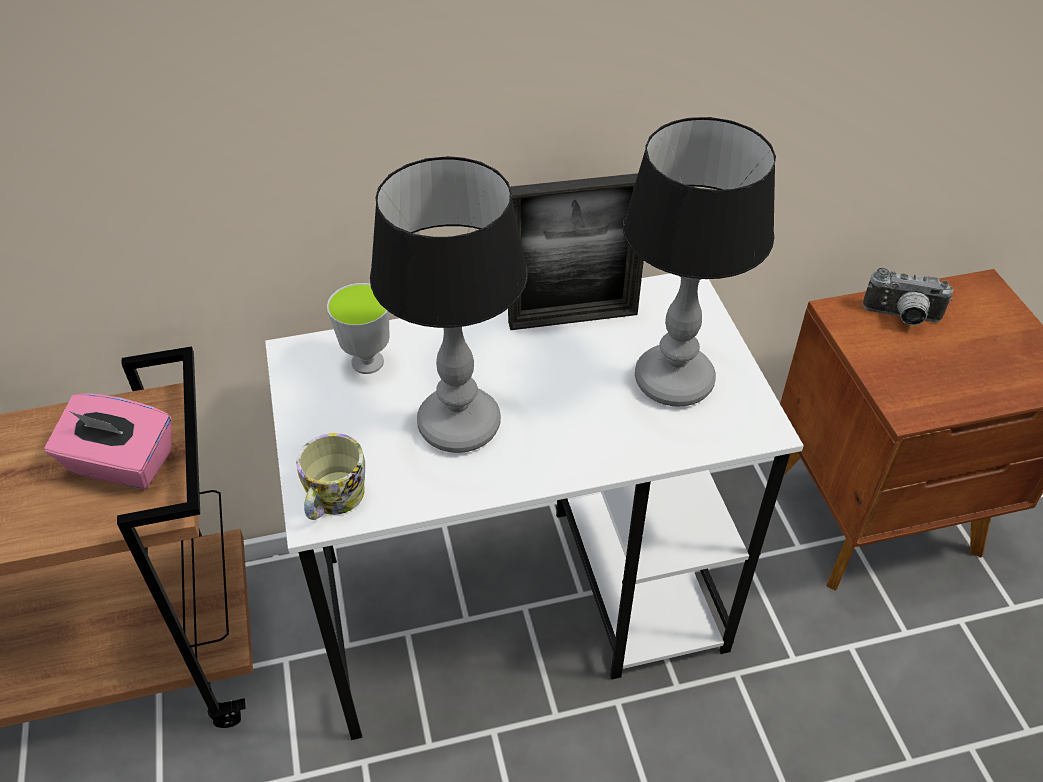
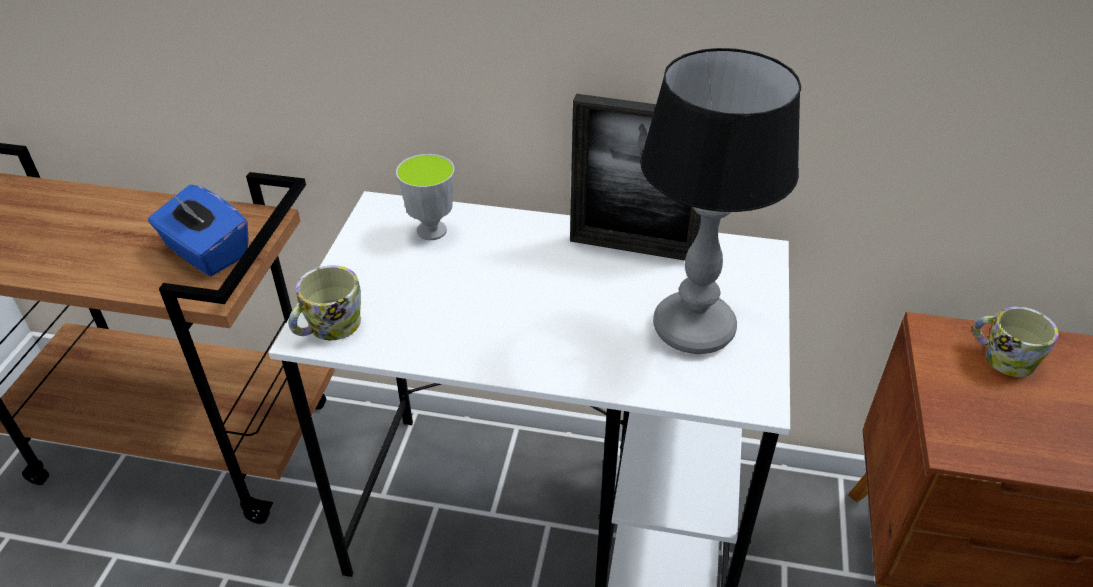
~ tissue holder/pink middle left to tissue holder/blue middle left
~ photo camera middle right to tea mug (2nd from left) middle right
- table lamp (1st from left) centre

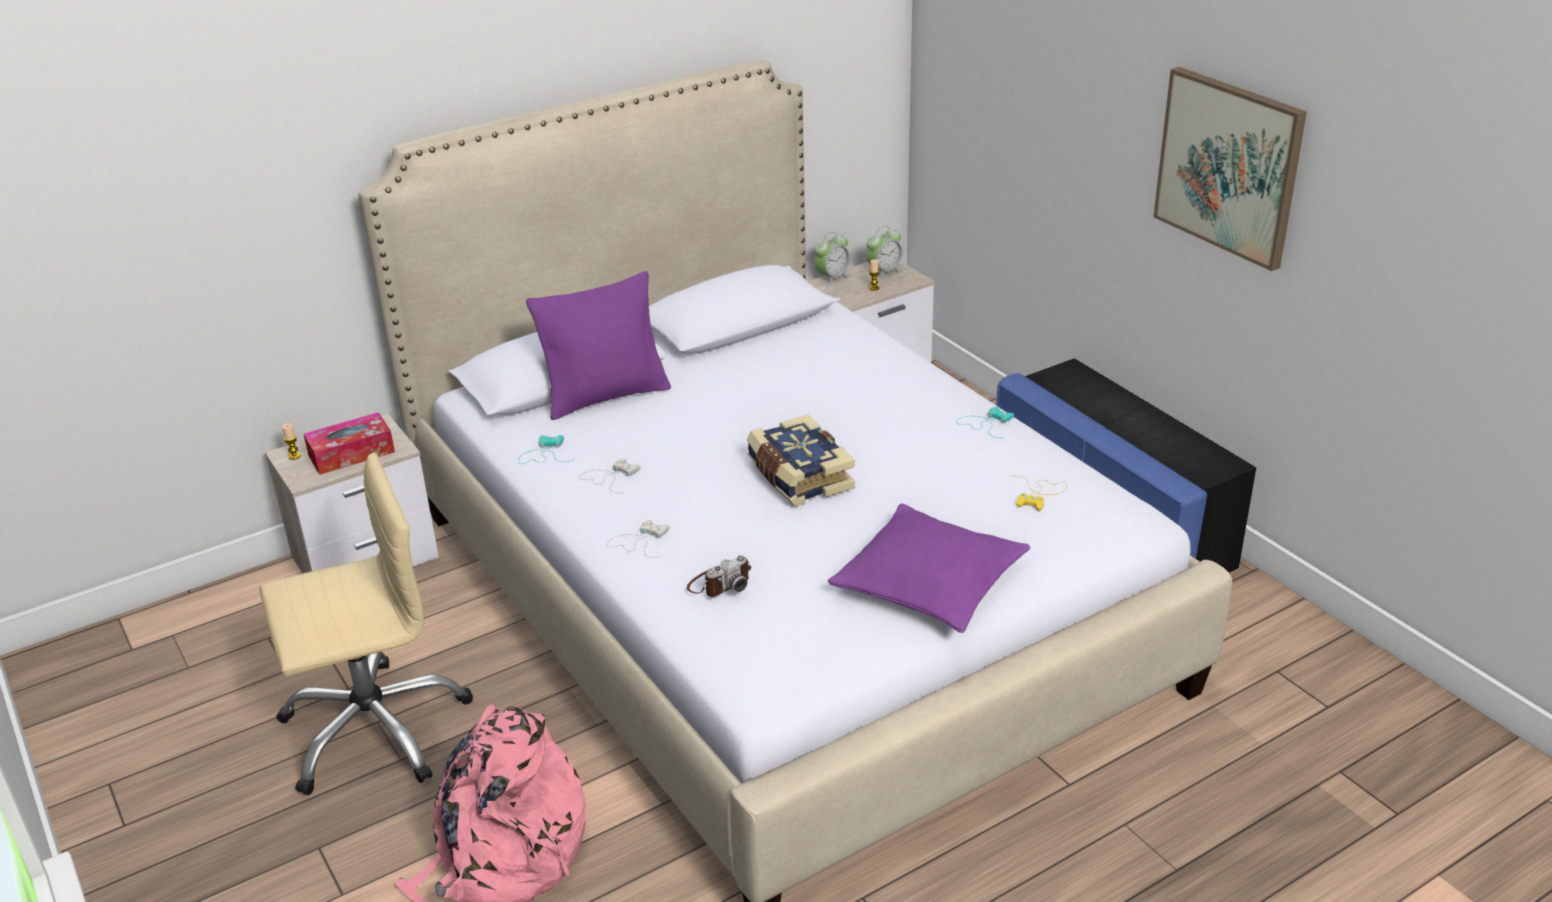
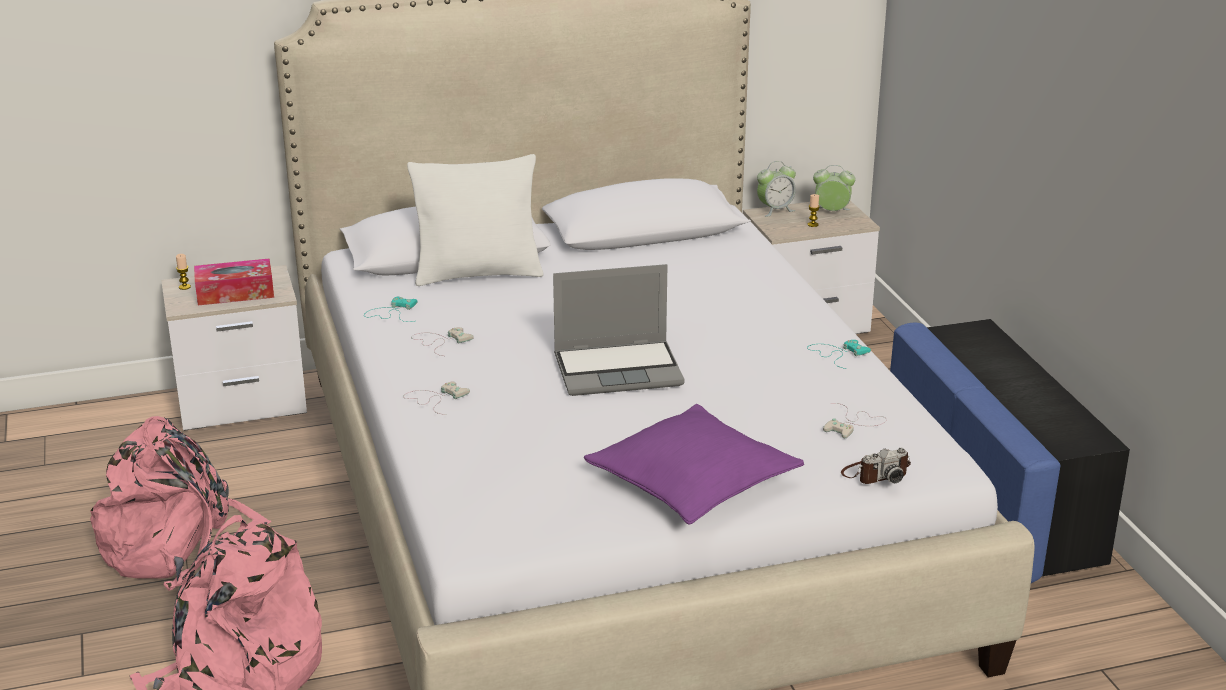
~ office chair/beige bottom left to rucksack/pink (1st from left) bottom left
~ throw pillow/purplish (1st from left) centre to throw pillow/white-coloured top centre
~ book centre to notebook computer centre
~ alarm clock (2nd from left) top centre = top right 150 degrees counterclockwise
~ joypad/yellowish middle right to joypad/white-coloured (3rd from left) middle right
~ photo camera centre to bottom right
- picture top right

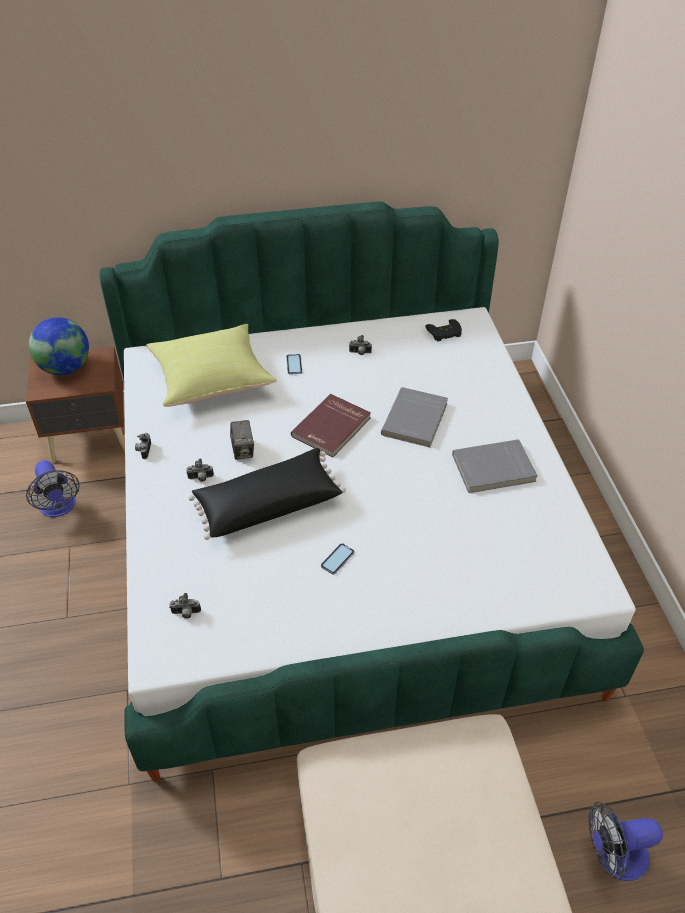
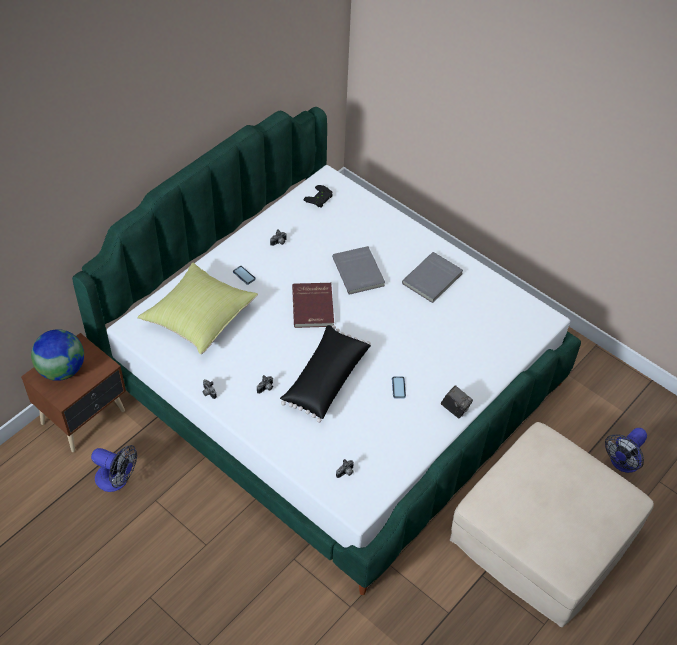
~ photo camera (4th from left in the first image) centre to photo camera (5th from left) middle right

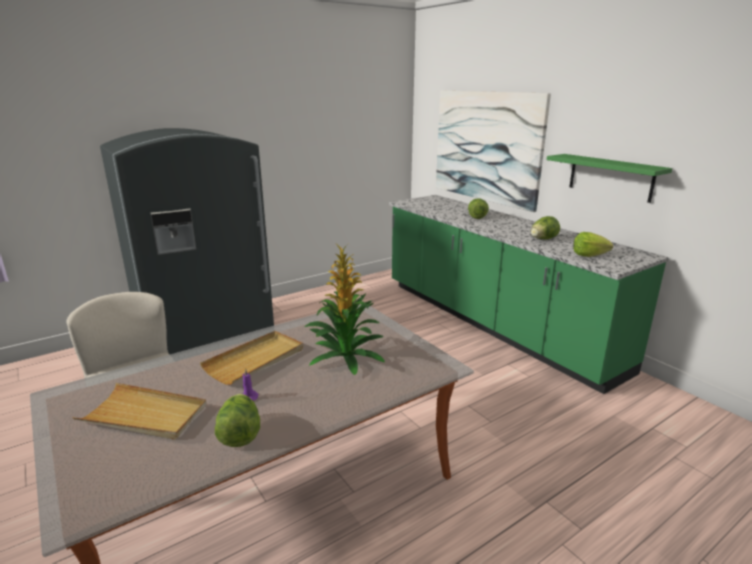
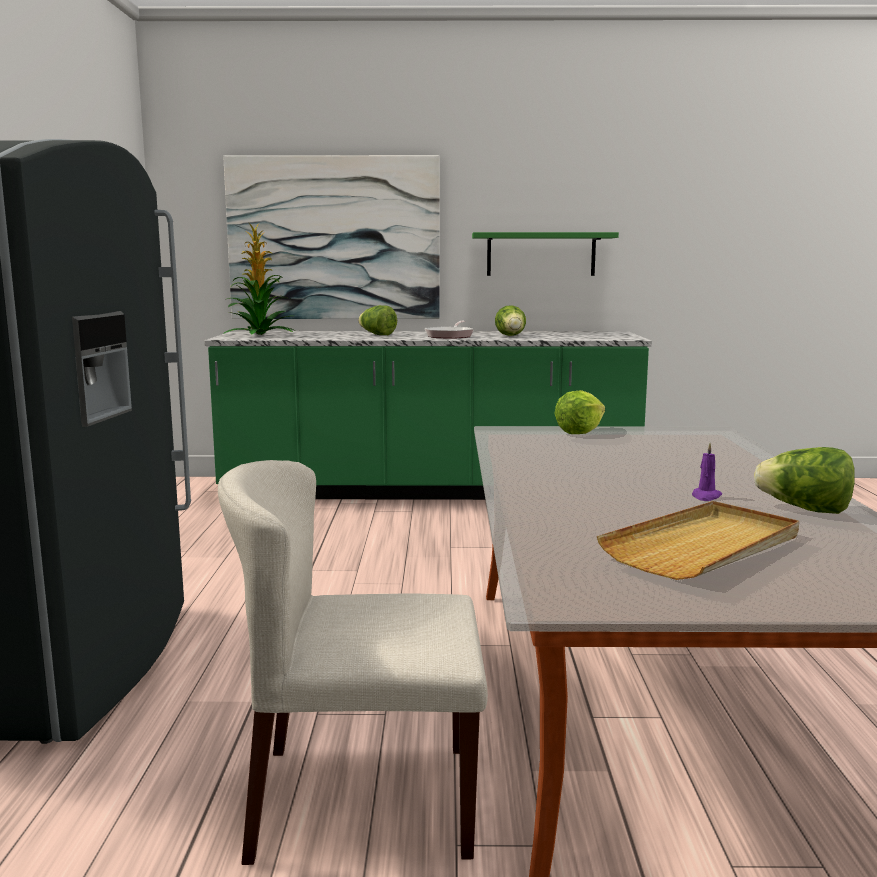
~ plant in a pot centre to top left
+ frying pan centre
~ lettuce head (4th from left in the first image) middle right to lettuce head (3rd from left) centre
- carrying tray/beige (2nd from left) centre

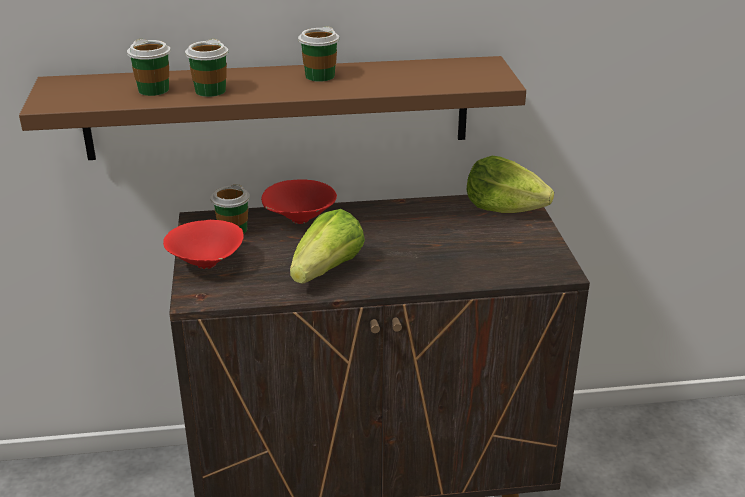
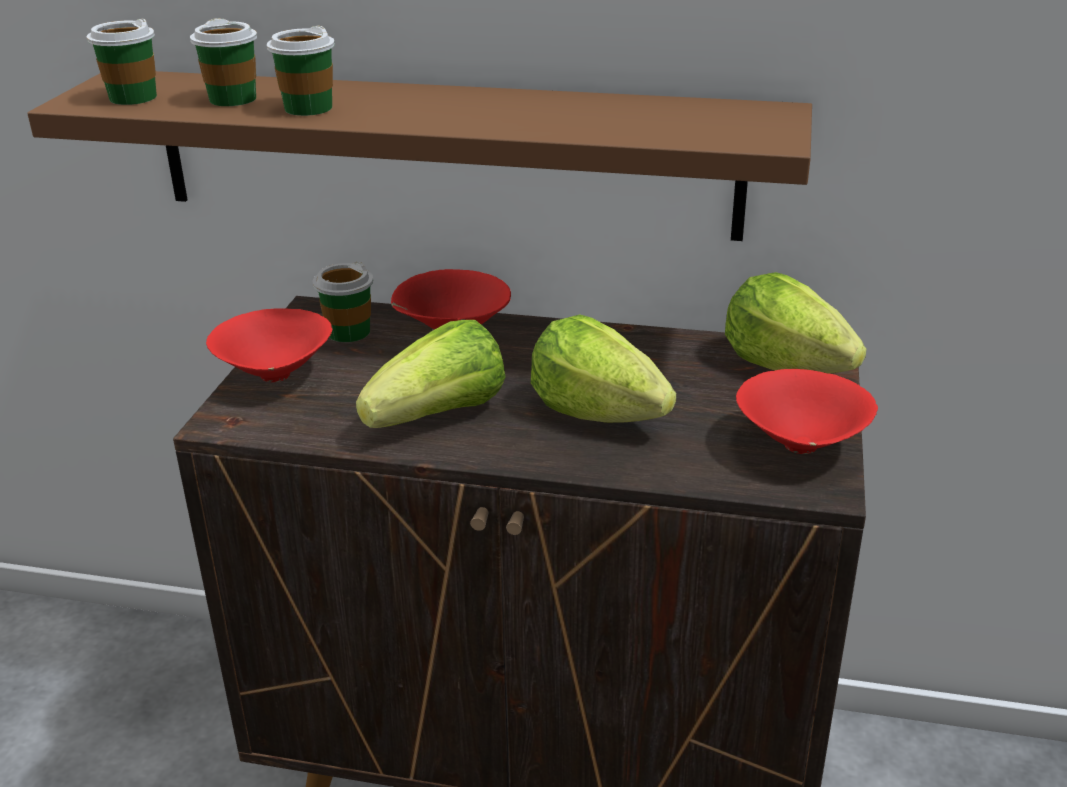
~ cup (4th from left in the first image) top centre to cup (1st from left) top left
+ lettuce head (2nd from left) centre
+ bowl/red-coloured (3rd from left) middle right

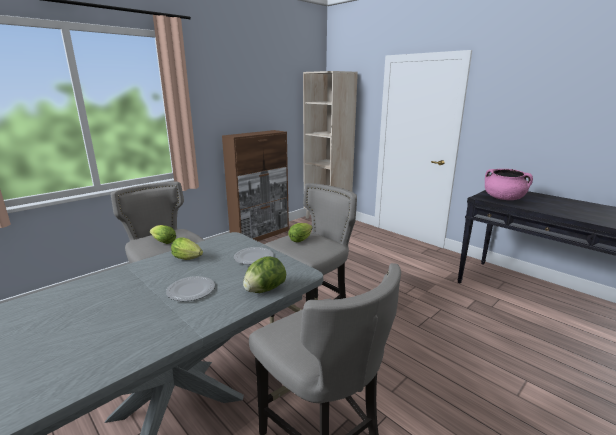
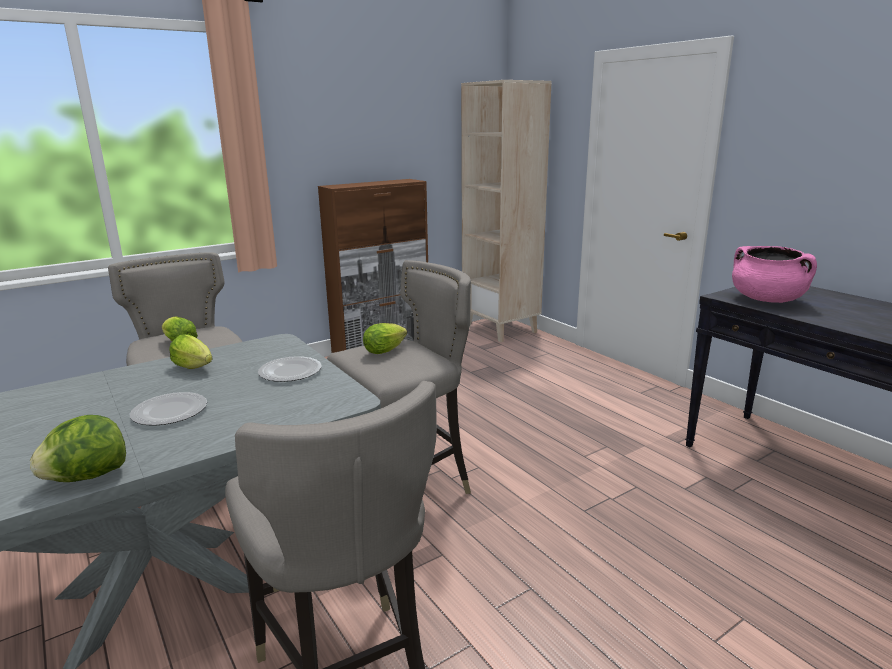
~ lettuce head (3rd from left in the first image) centre to lettuce head (1st from left) bottom left

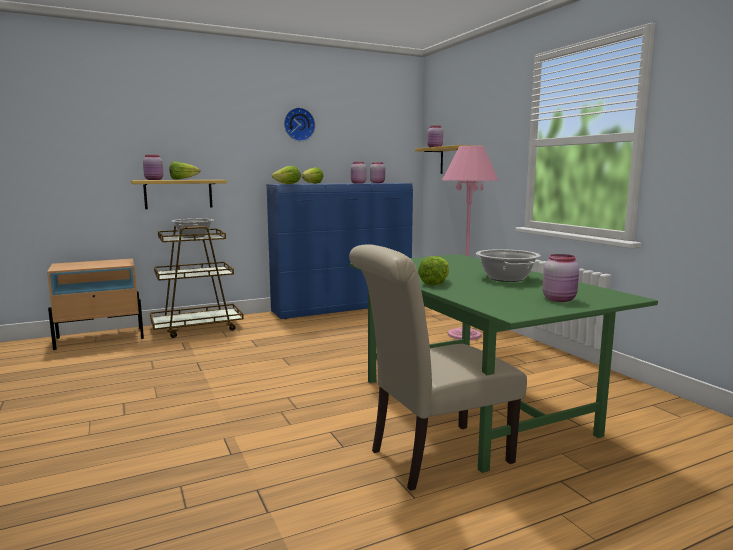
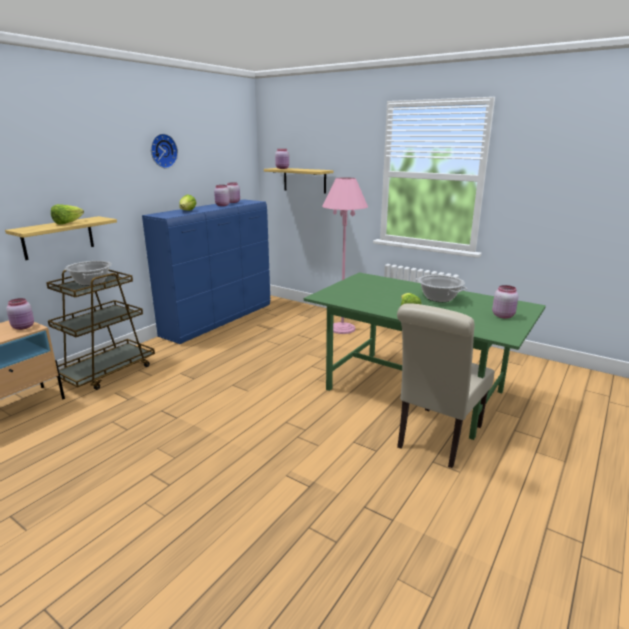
~ preserve jar/pink (1st from left) top left to middle left
- lettuce head (2nd from left) top centre

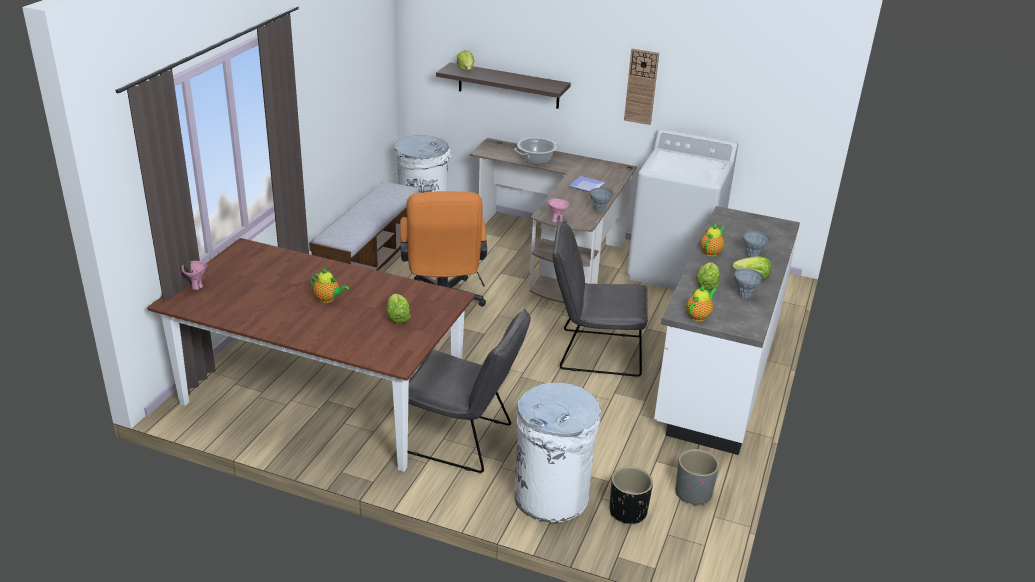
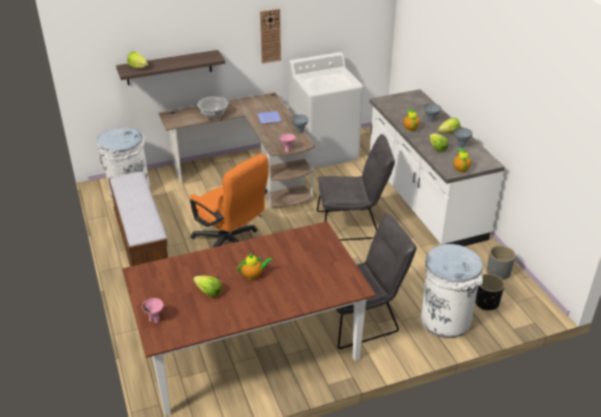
~ lettuce head (1st from left in the first image) centre to lettuce head (2nd from left) bottom centre
~ upright chair/grey (2nd from left in the first image) centre = centre 150 degrees counterclockwise

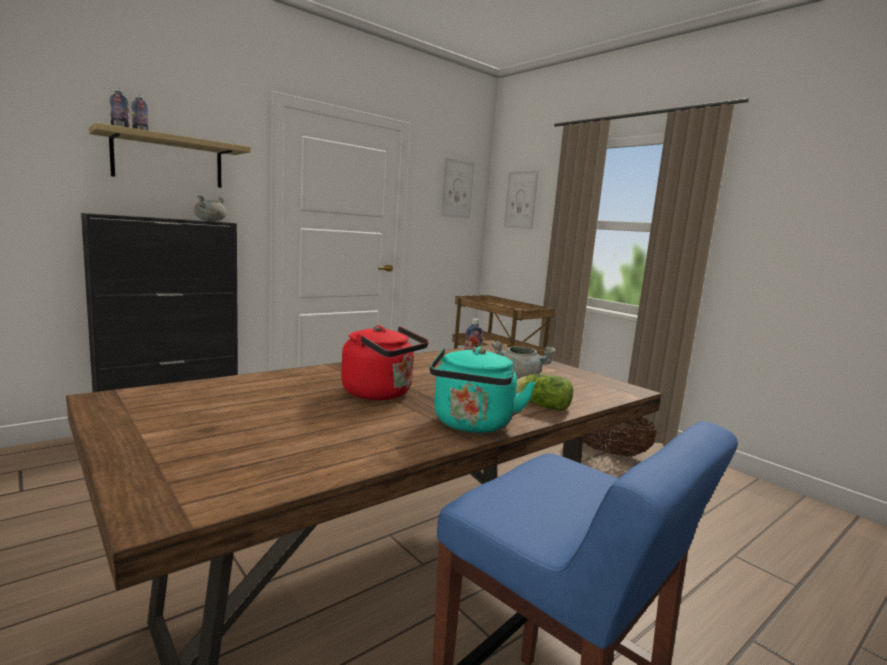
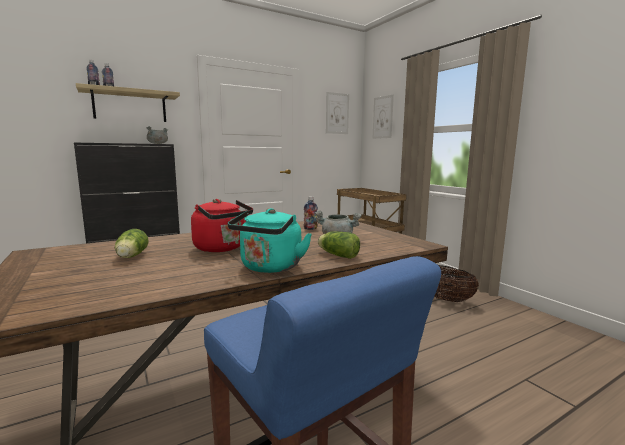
+ lettuce head (1st from left) middle left

